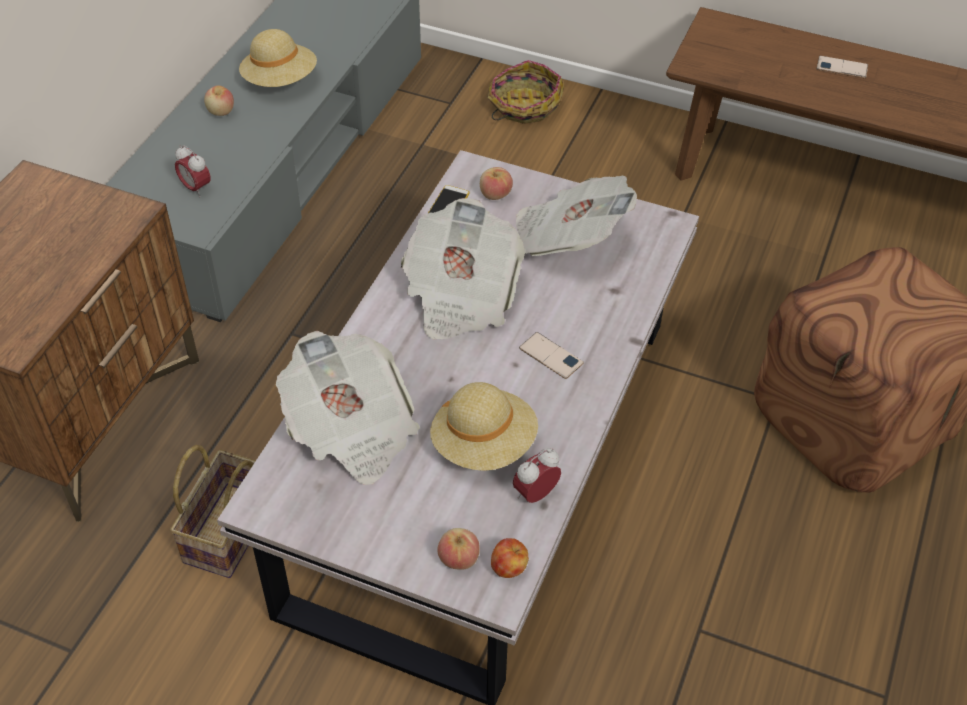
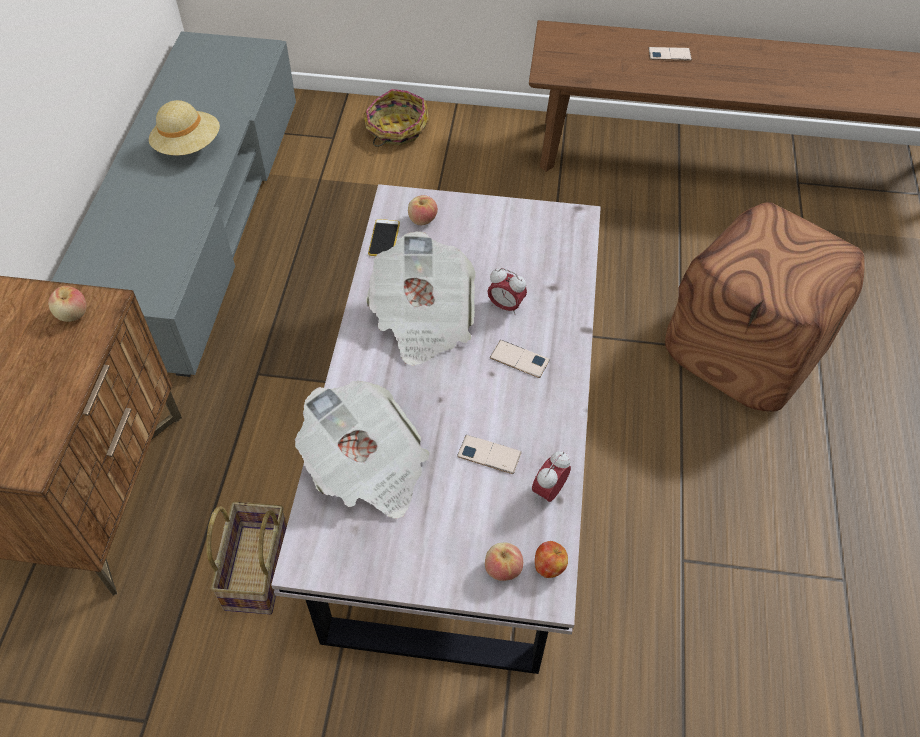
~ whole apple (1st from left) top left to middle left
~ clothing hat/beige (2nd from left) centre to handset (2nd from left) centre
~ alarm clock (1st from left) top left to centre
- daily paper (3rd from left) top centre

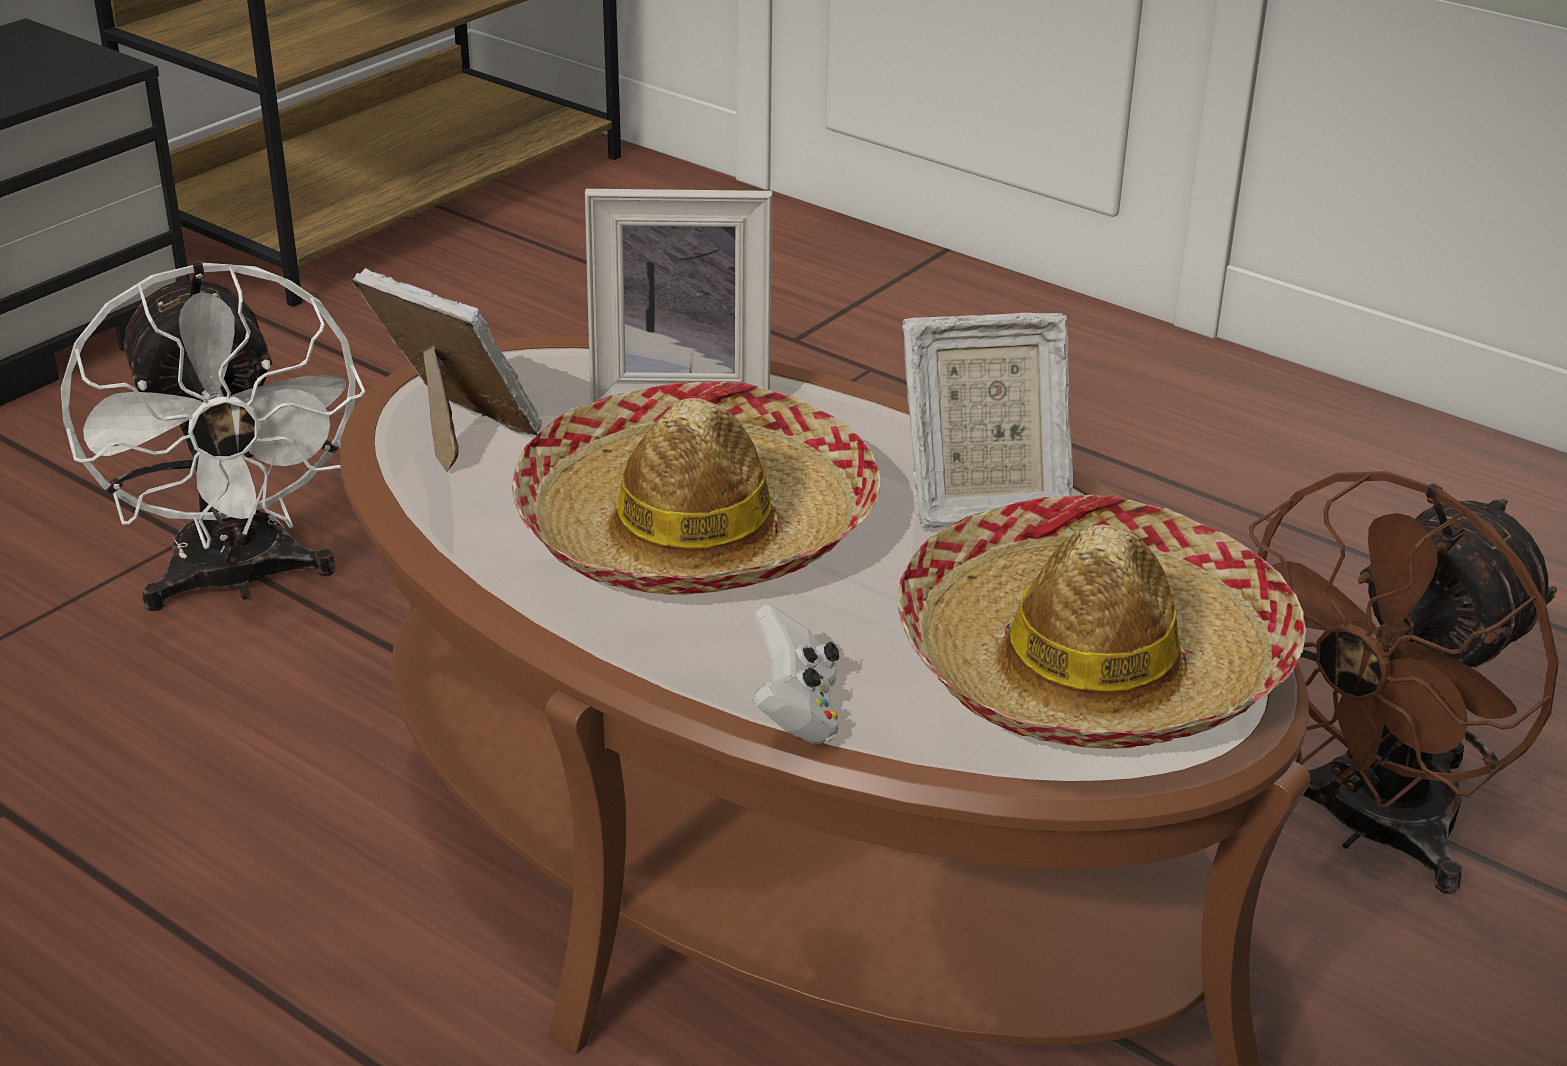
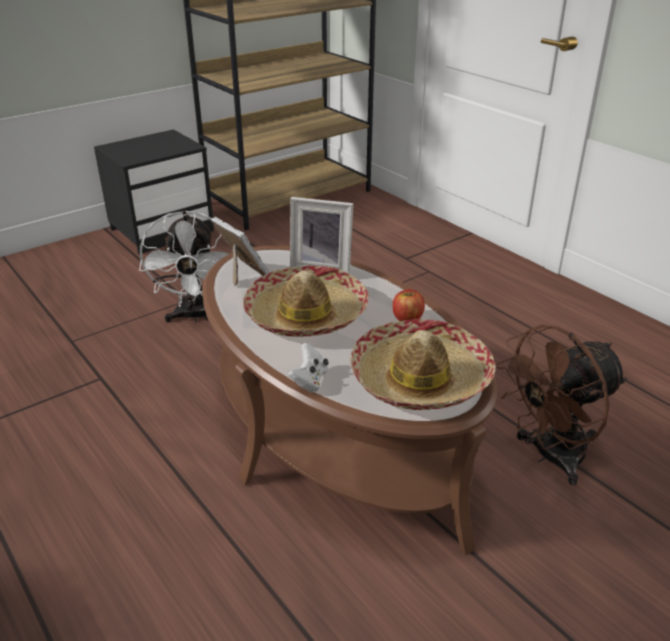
~ picture frame (3rd from left) centre to whole apple centre

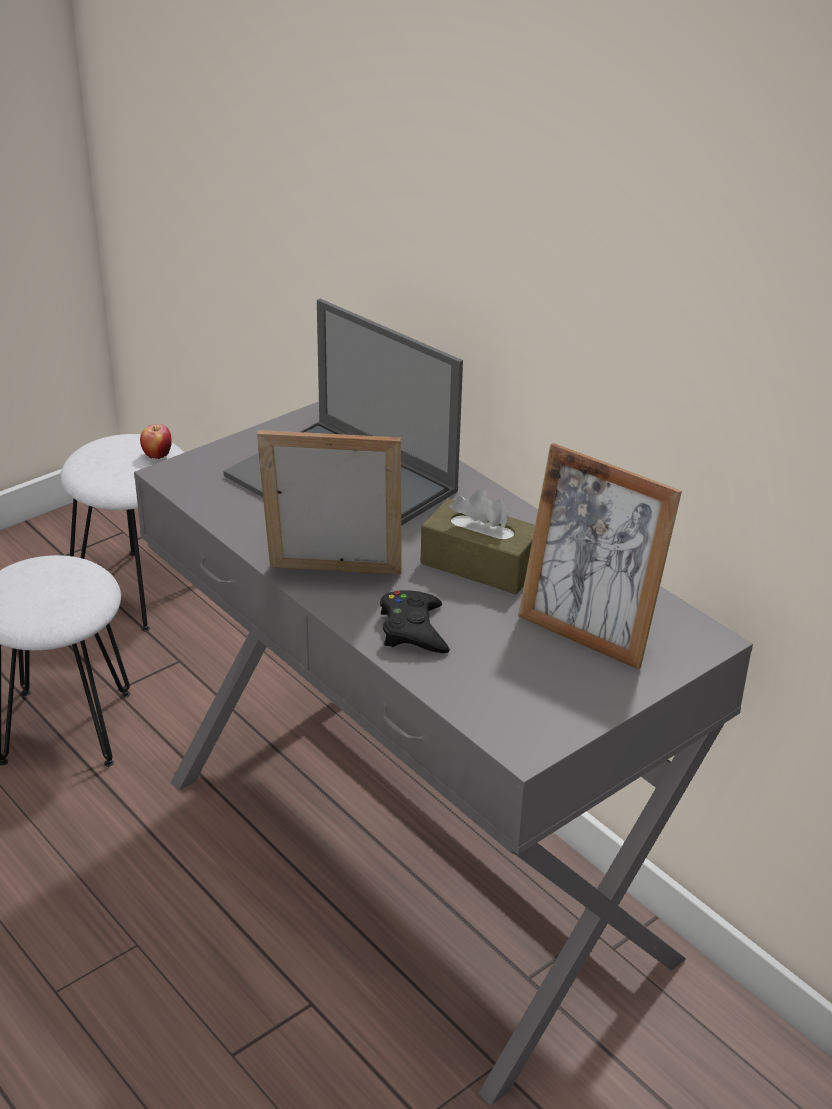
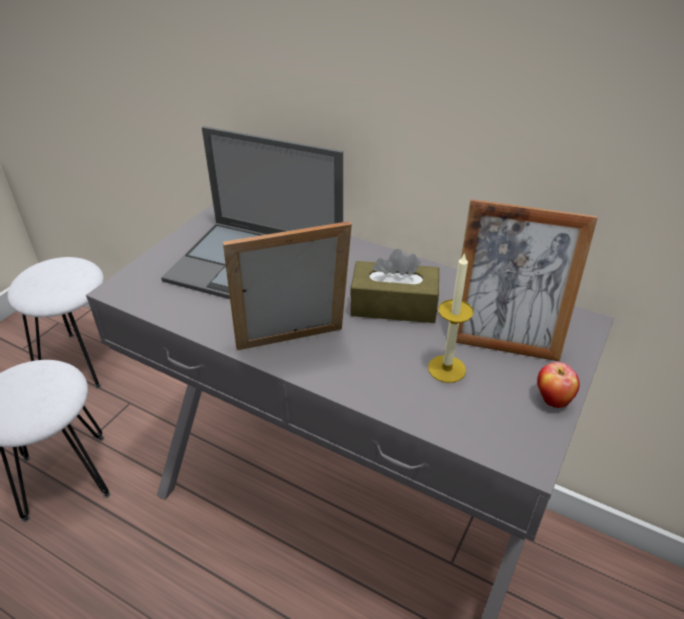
+ wax light centre
~ whole apple middle left to middle right
- joypad/blackish centre

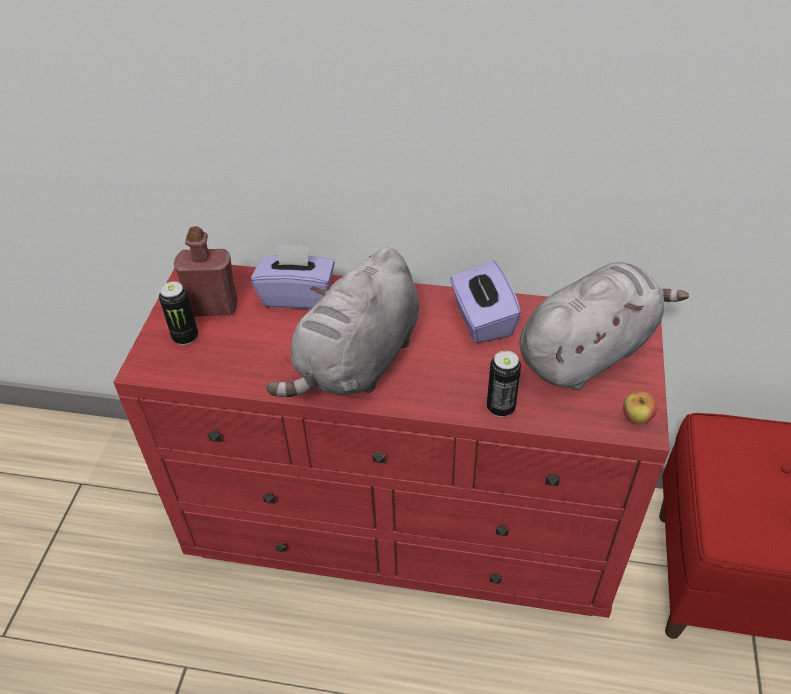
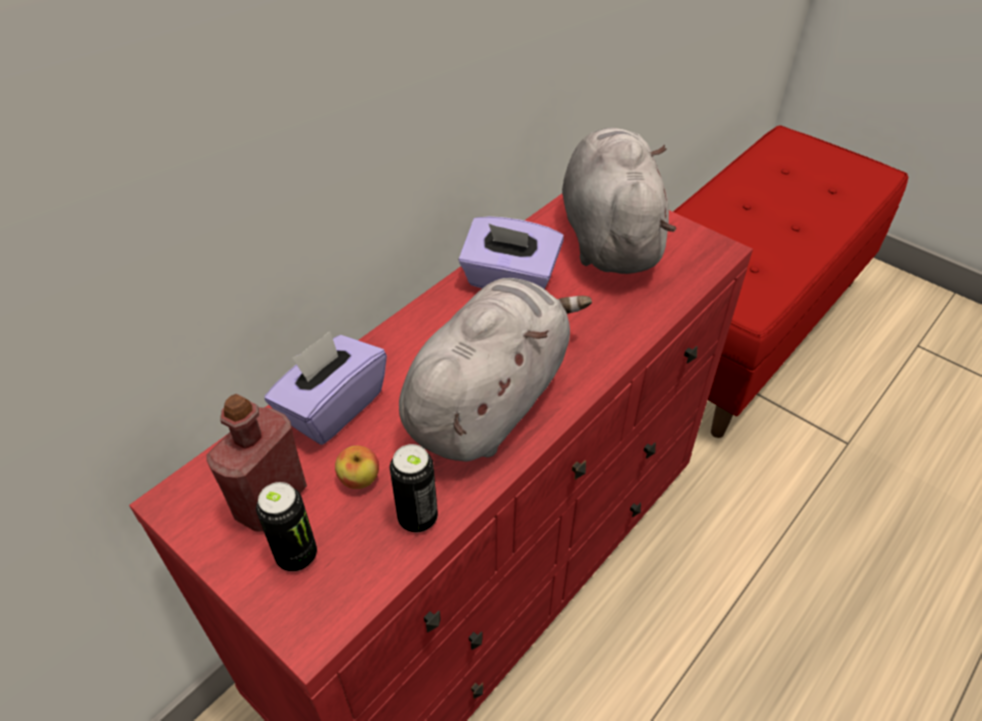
~ whole apple middle right to centre
~ can (2nd from left) centre to bottom centre
~ soft toy/grey (1st from left) centre = centre 120 degrees counterclockwise

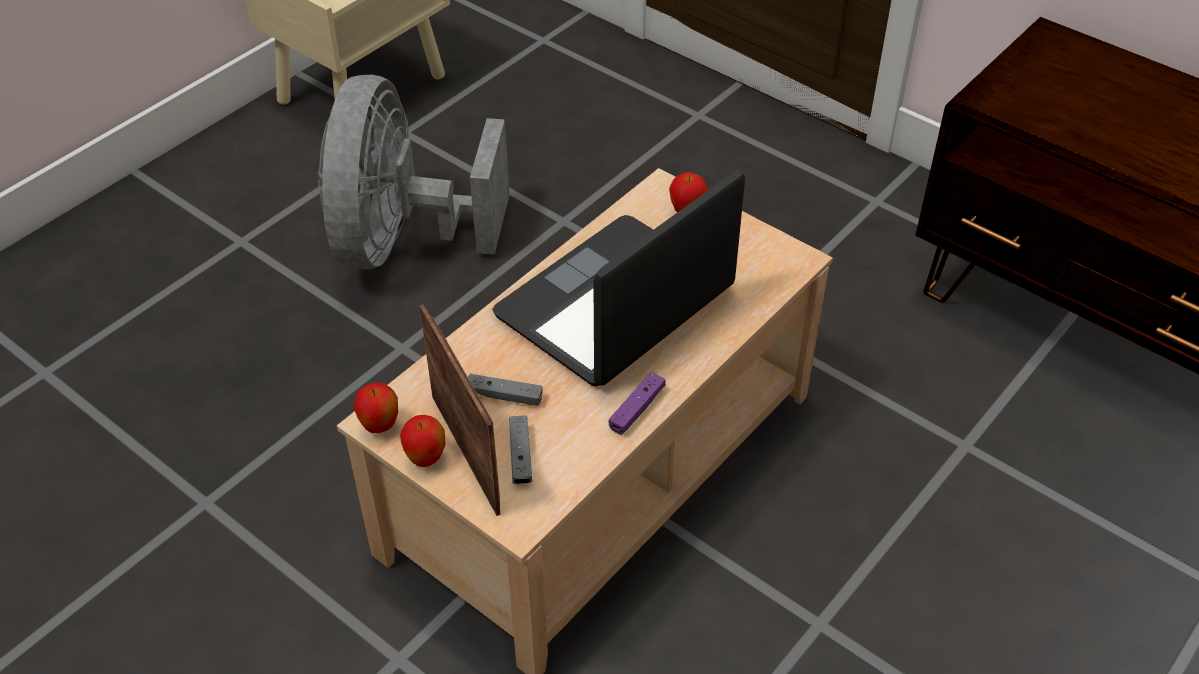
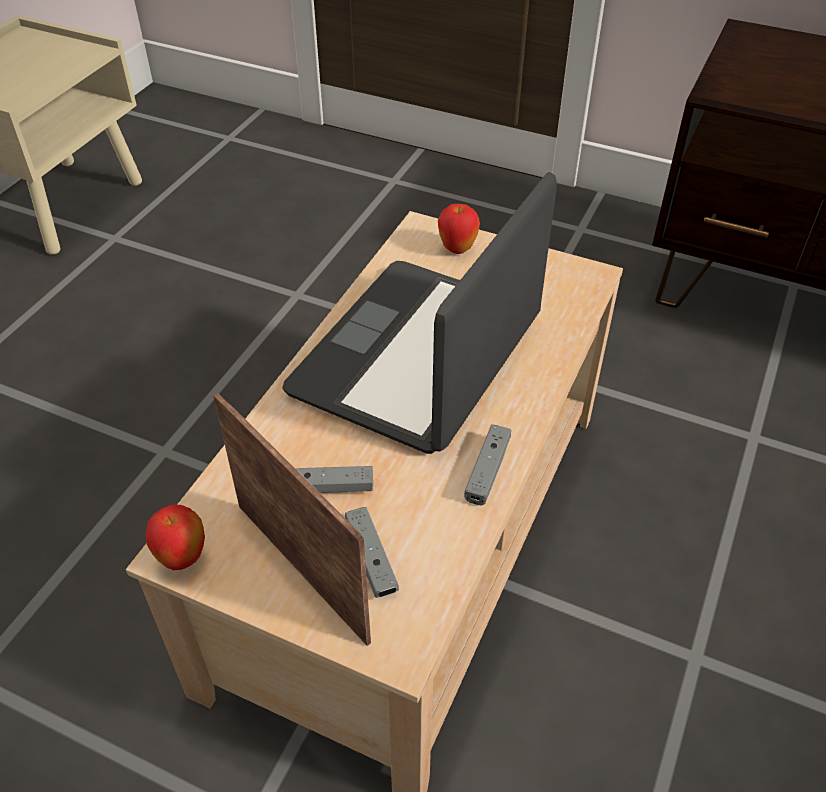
~ joypad/purplish centre to joypad/grey (3rd from left) centre
- cooling fan/grey top centre
- whole apple (2nd from left) centre

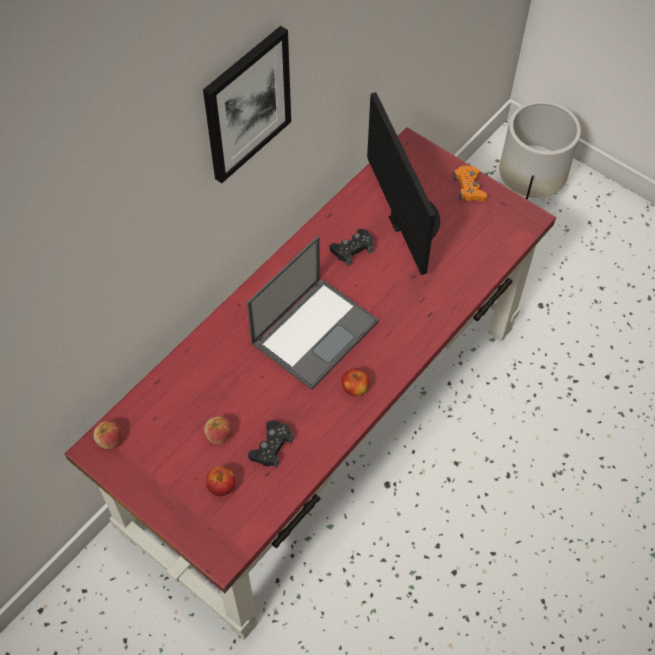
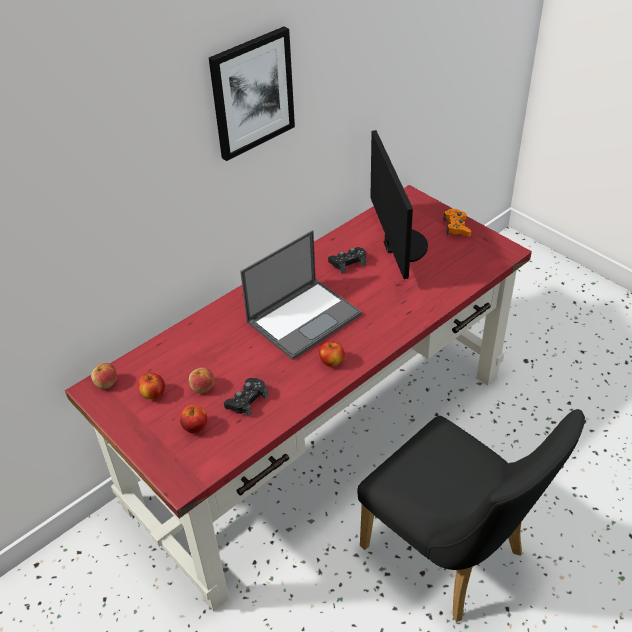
+ whole apple (2nd from left) middle left
+ upright chair/blackish bottom right
- planter/white-coloured top right

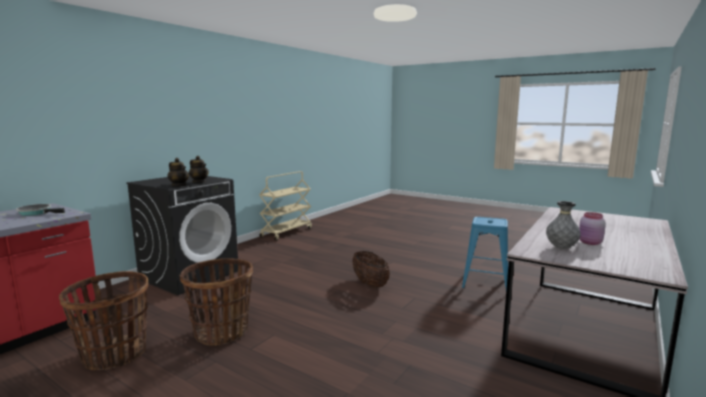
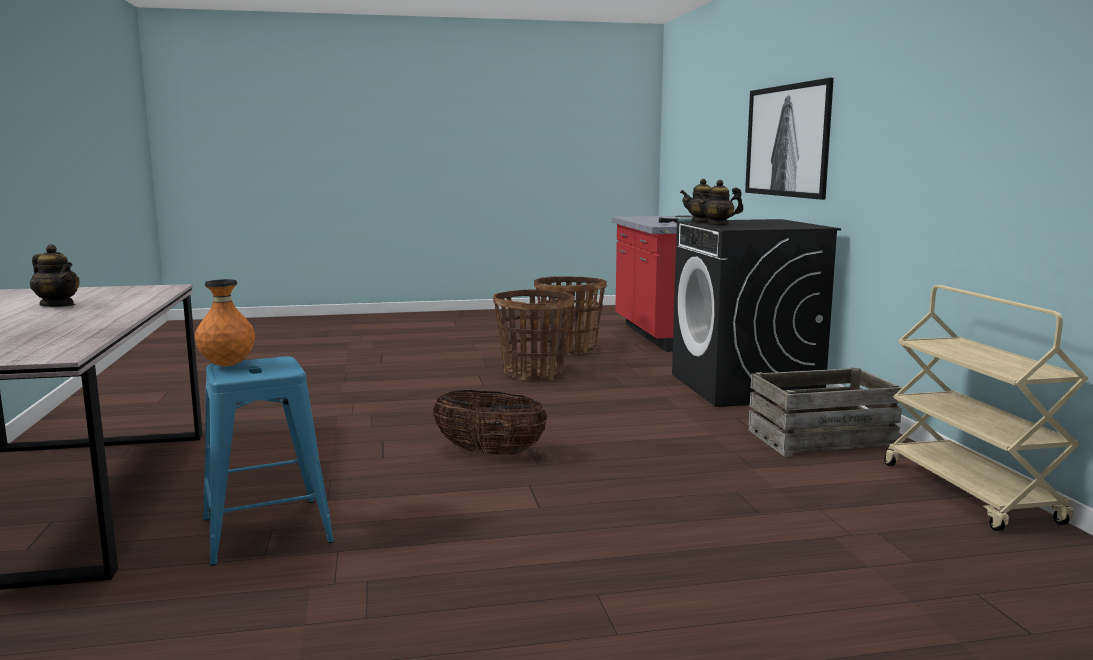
~ preserve jar/pink middle right to teapot (1st from left) middle left
+ vase/orange-coloured middle left
+ picture top right
+ crate middle right
- vase/grey middle right

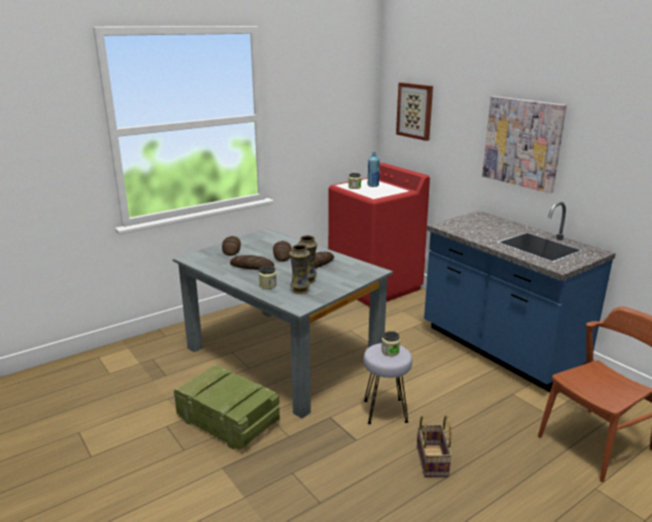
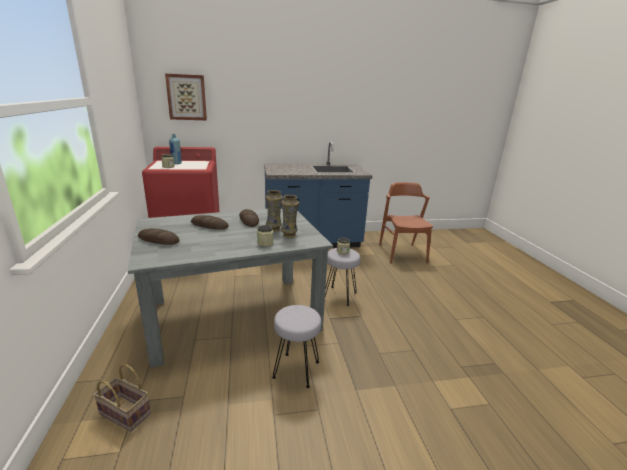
~ storage basket bottom centre to bottom left
~ crate bottom centre to stool seat/grey (1st from left) bottom centre
- bread (2nd from left) centre
- picture (2nd from left) top right

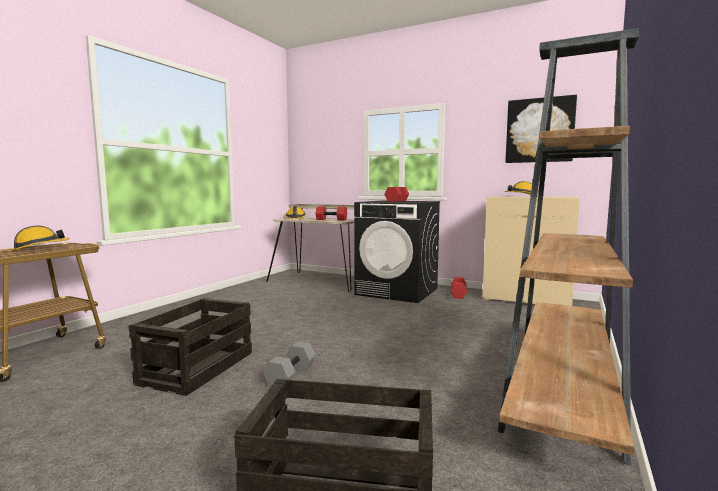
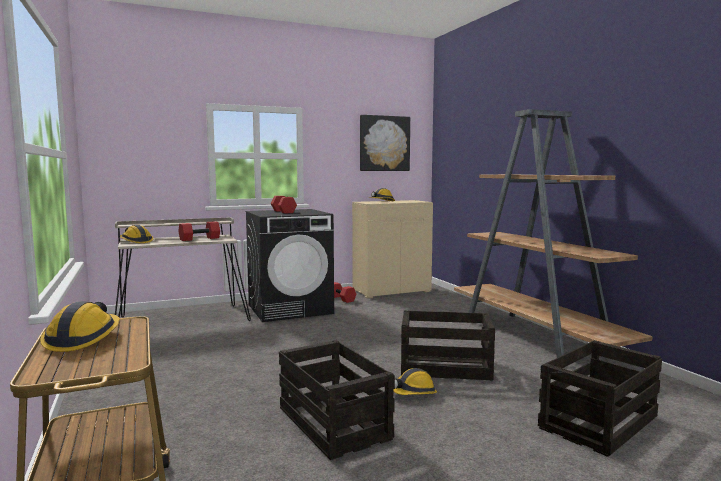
~ dumbbell/grey bottom centre to hard hat (4th from left) bottom centre
+ crate (2nd from left) bottom centre

